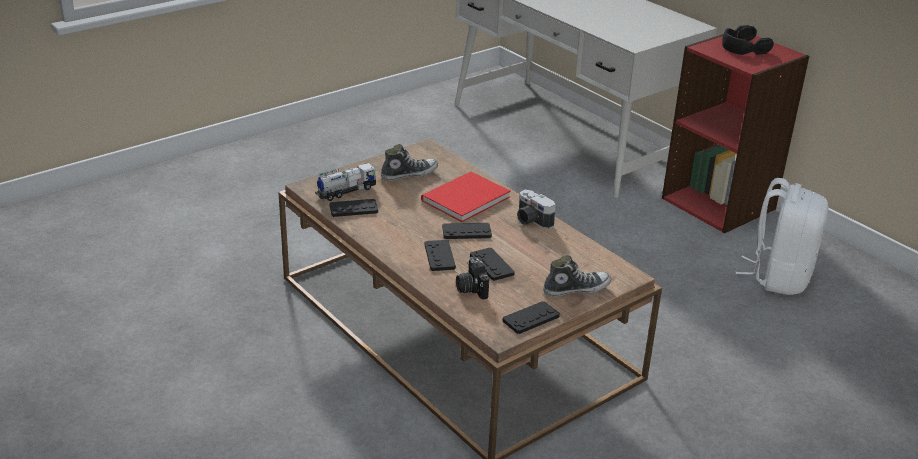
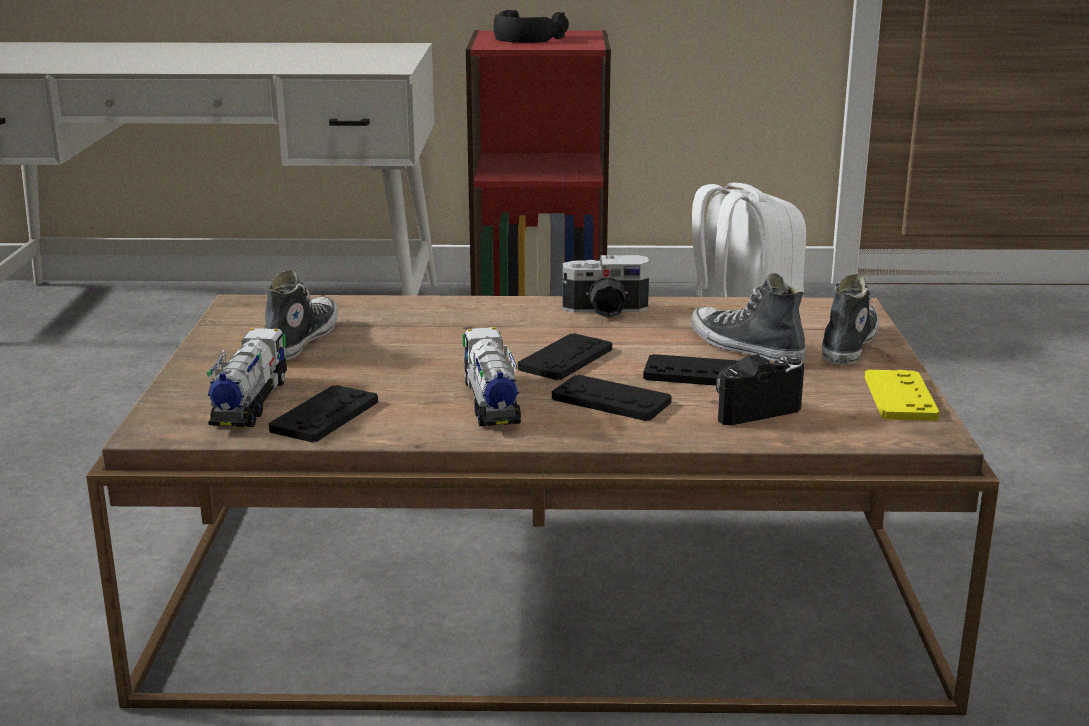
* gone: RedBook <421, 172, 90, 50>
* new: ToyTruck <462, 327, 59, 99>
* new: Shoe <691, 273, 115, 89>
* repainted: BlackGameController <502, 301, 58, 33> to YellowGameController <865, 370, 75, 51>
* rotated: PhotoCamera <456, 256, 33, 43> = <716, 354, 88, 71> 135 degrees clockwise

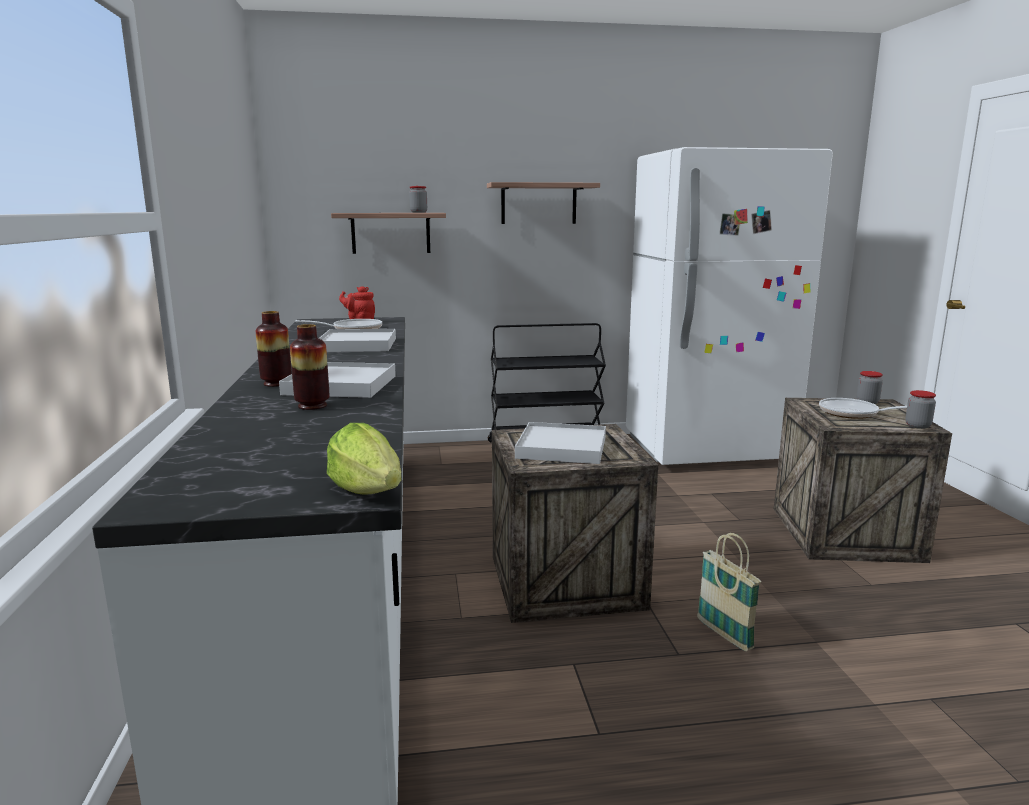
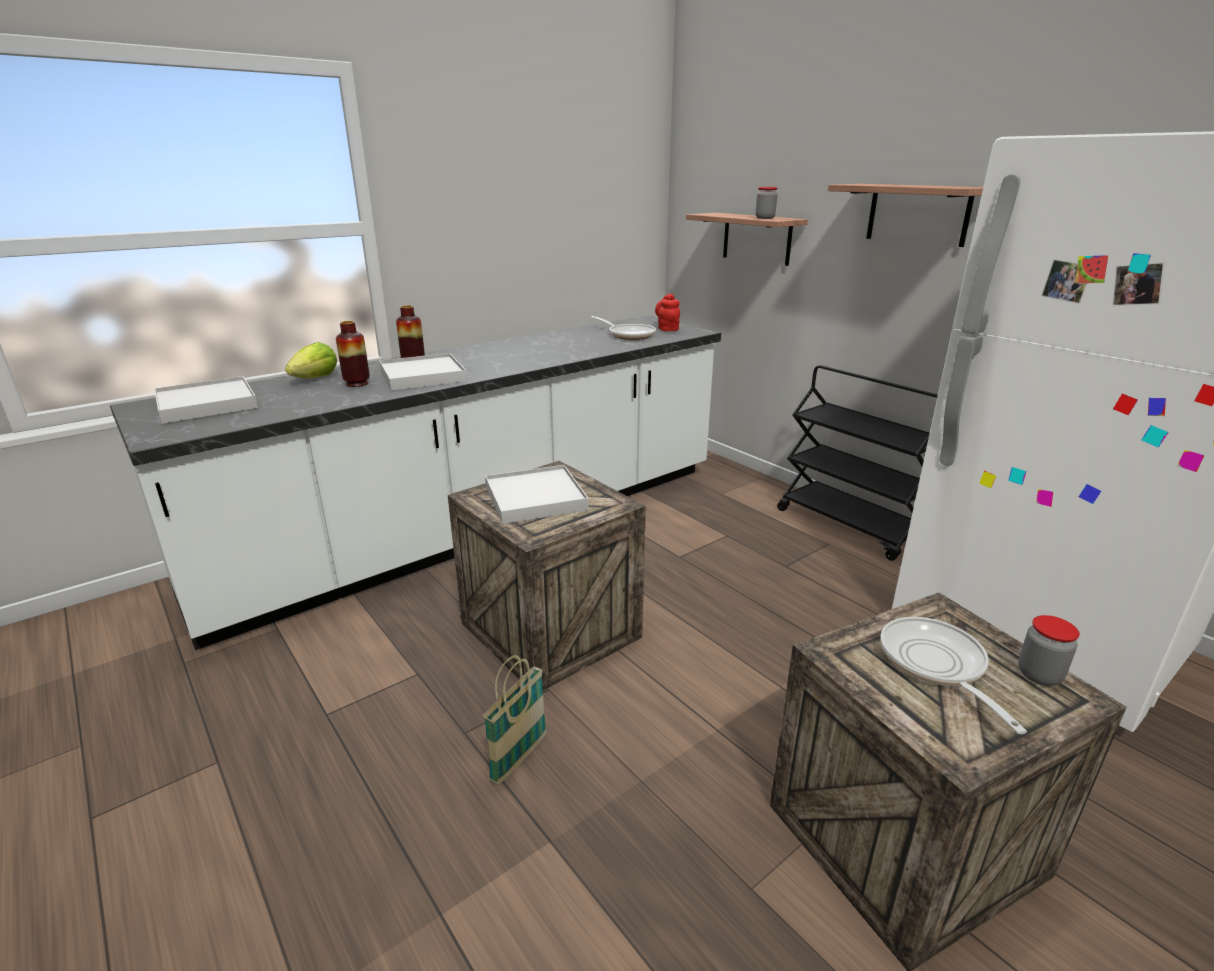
* gone: Jar <905, 390, 31, 39>
* shifted: WhiteTray <319, 329, 77, 23> to <154, 376, 104, 48>
* shifted: Lettuce <327, 423, 75, 72> to <285, 342, 52, 36>

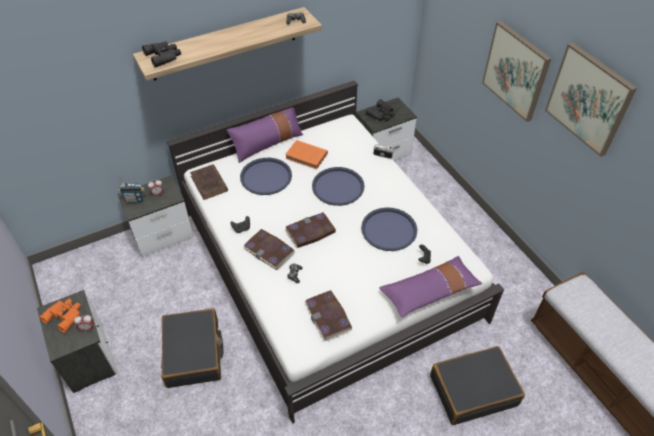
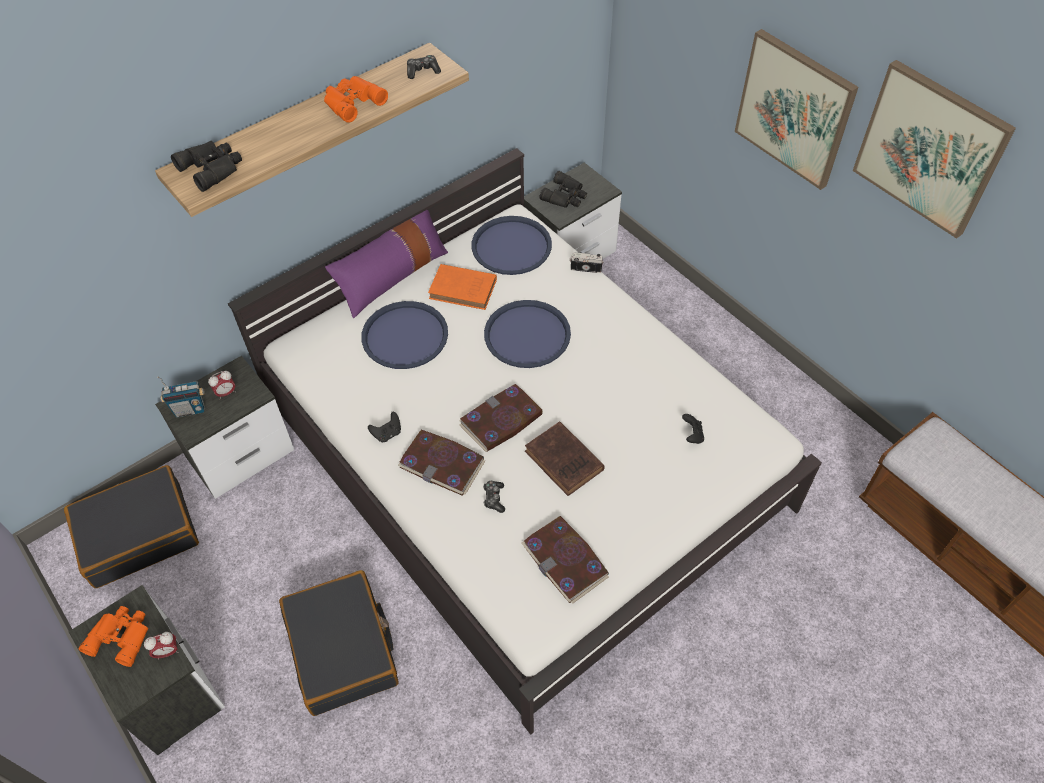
* gone: PurplePillow <379, 256, 104, 62>
* new: OrangeBinoculars <324, 76, 64, 47>
* shifted: BrownBook <190, 164, 38, 36> to <525, 422, 80, 74>
* shifted: BlueTray <361, 207, 57, 44> to <472, 216, 80, 59>
* shifted: BlackSuitcase <430, 346, 95, 79> to <64, 465, 135, 123>

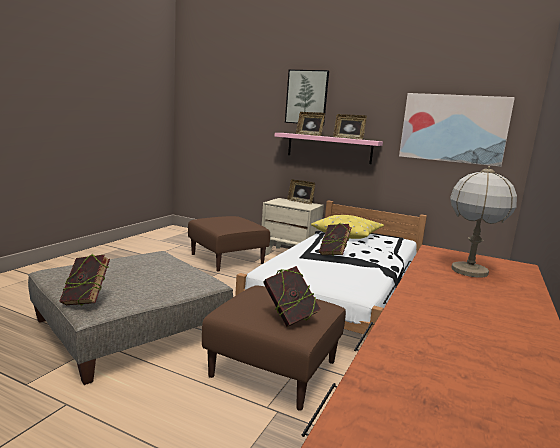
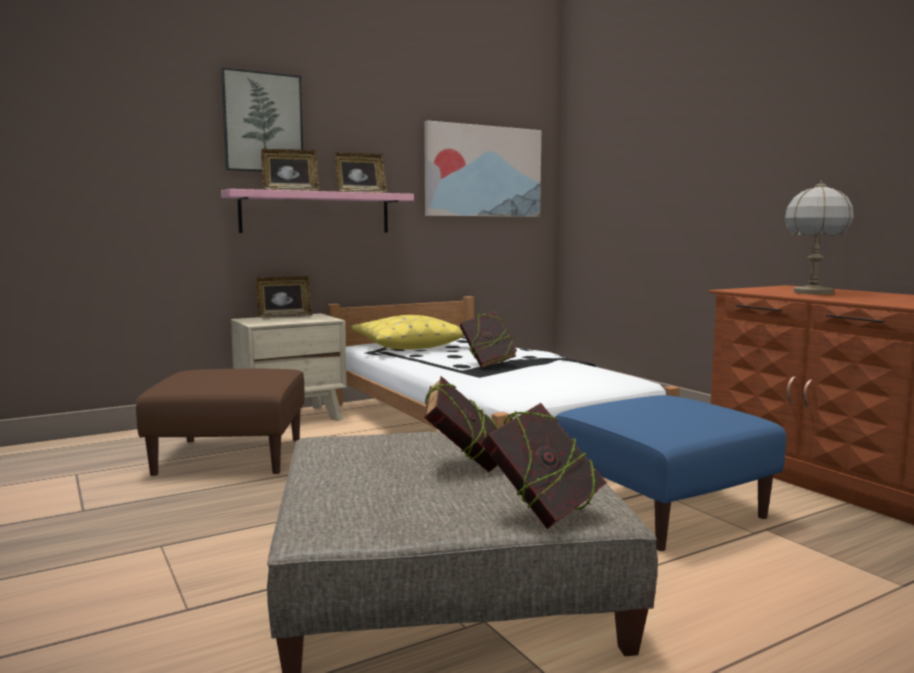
* shifted: Book <263, 266, 58, 61> to <424, 376, 75, 96>
* repainted: BrownOttoman <202, 286, 144, 125> to BlueOttoman <554, 395, 232, 156>

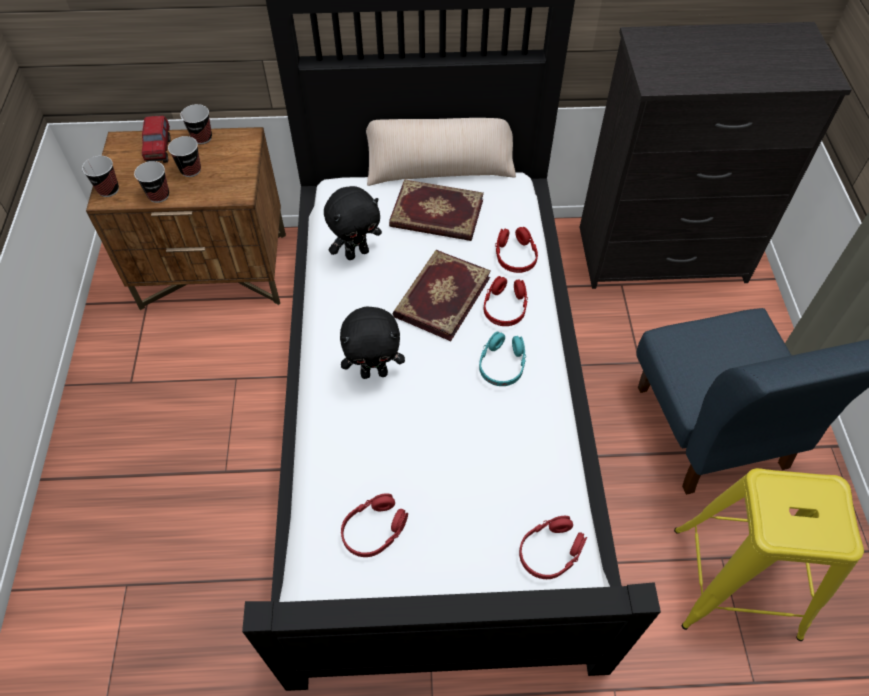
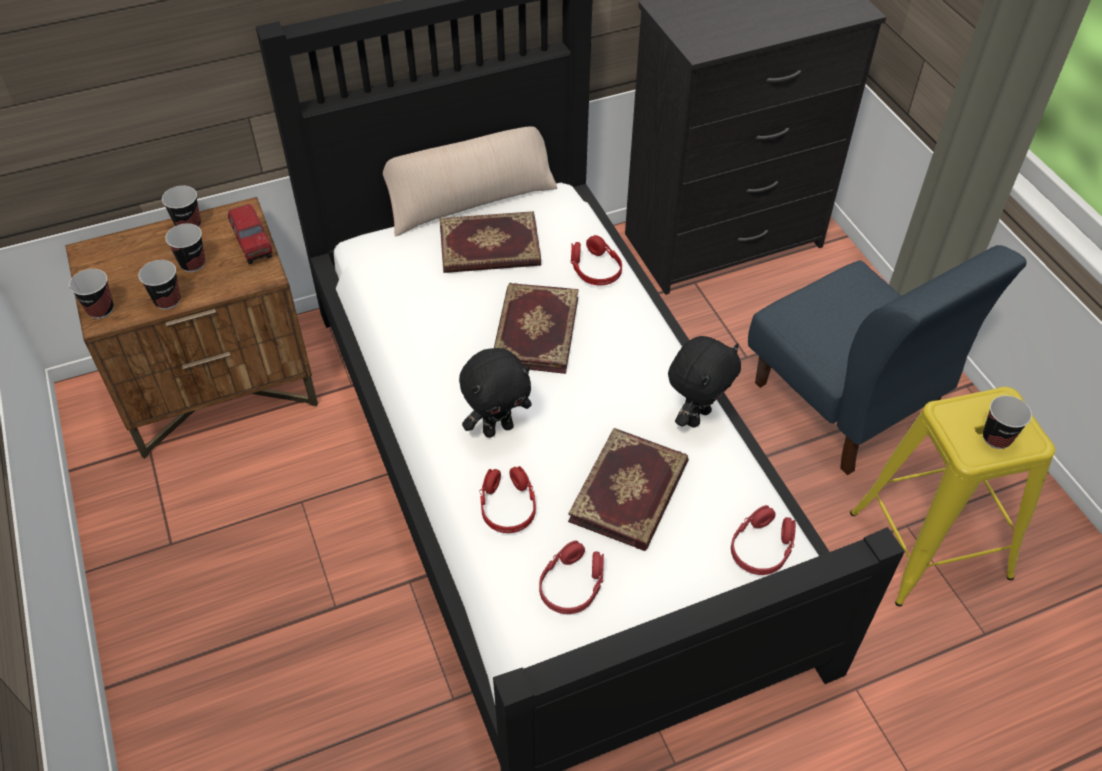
* gone: TurquoiseHeadphones <479, 331, 47, 55>
* new: Book <568, 428, 121, 123>
* new: Cup <983, 395, 49, 54>
* shifted: ToyTruck <142, 115, 29, 48> to <228, 204, 45, 60>
* shifted: BlackPlushToy <324, 186, 58, 74> to <668, 336, 73, 92>
* shifted: RedHeadphones <484, 276, 44, 50> to <479, 466, 57, 67>

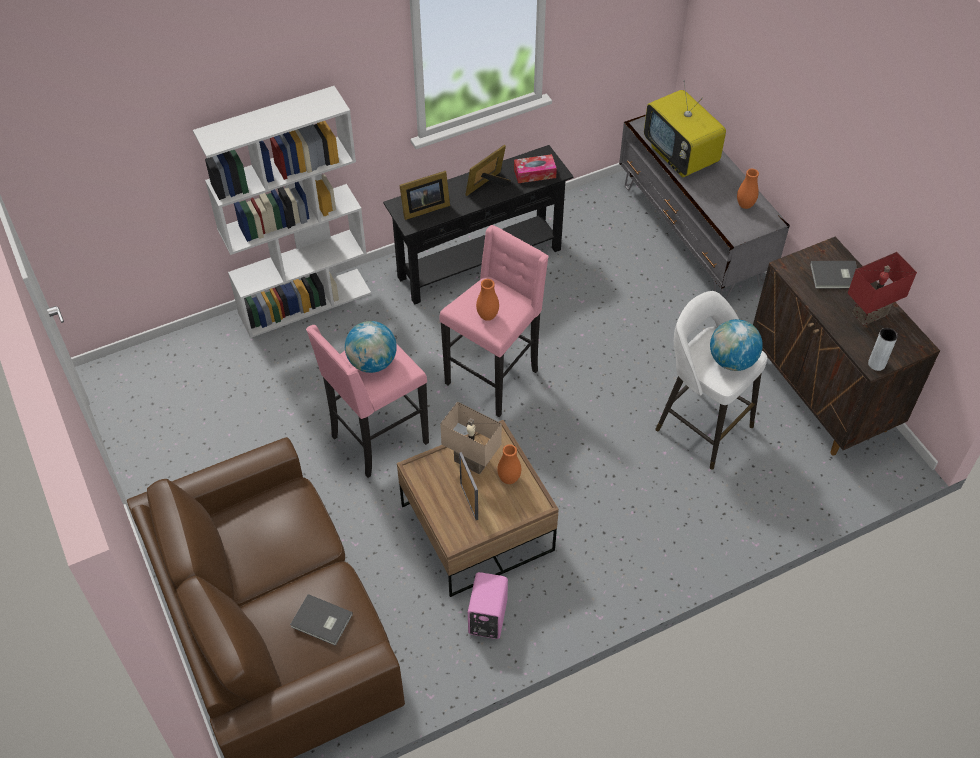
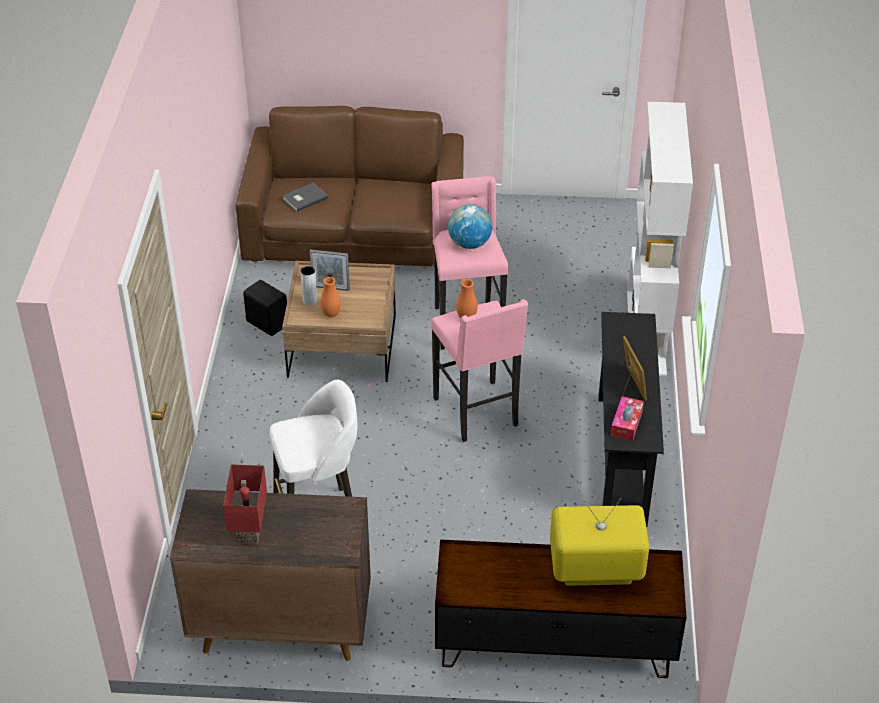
* gone: PictureFrame <399, 171, 51, 49>
* gone: BeigeTableLamp <440, 401, 62, 73>
* gone: Globe <710, 319, 53, 52>
* gone: OrangeVase <737, 169, 22, 40>
* gone: GreyBook <810, 261, 47, 28>
* shifted: GreyVase <868, 328, 30, 43> to <300, 266, 17, 40>
* repainted: PinkSpeaker <468, 572, 40, 67> to BlackSpeaker <243, 280, 44, 56>
* repainted: GreyTvStand <619, 115, 171, 185> to BrownTvStand <435, 539, 252, 139>

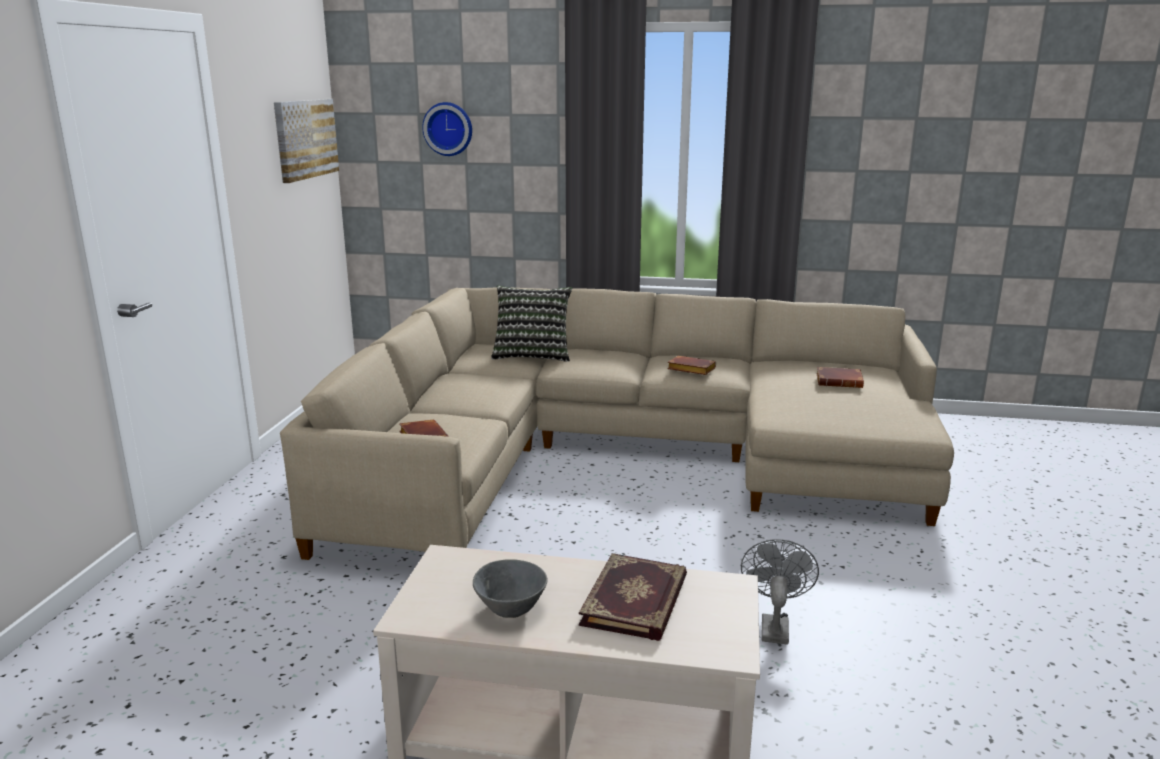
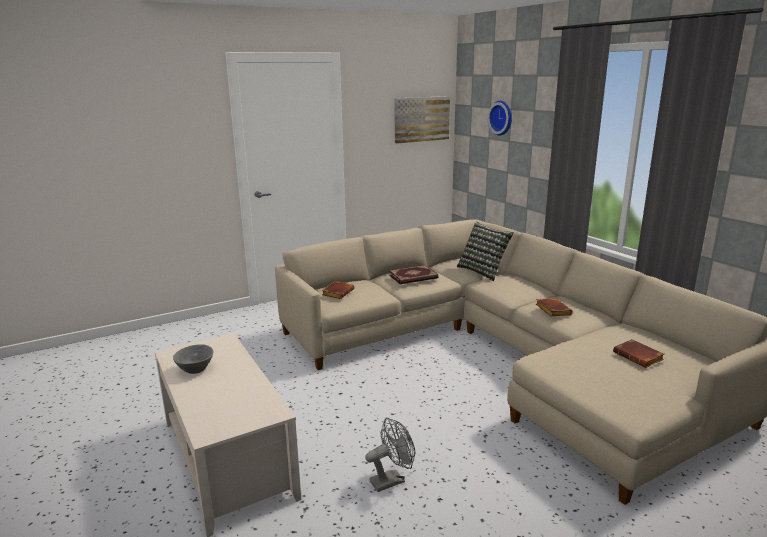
* shifted: Book <579, 553, 108, 88> to <389, 265, 50, 19>

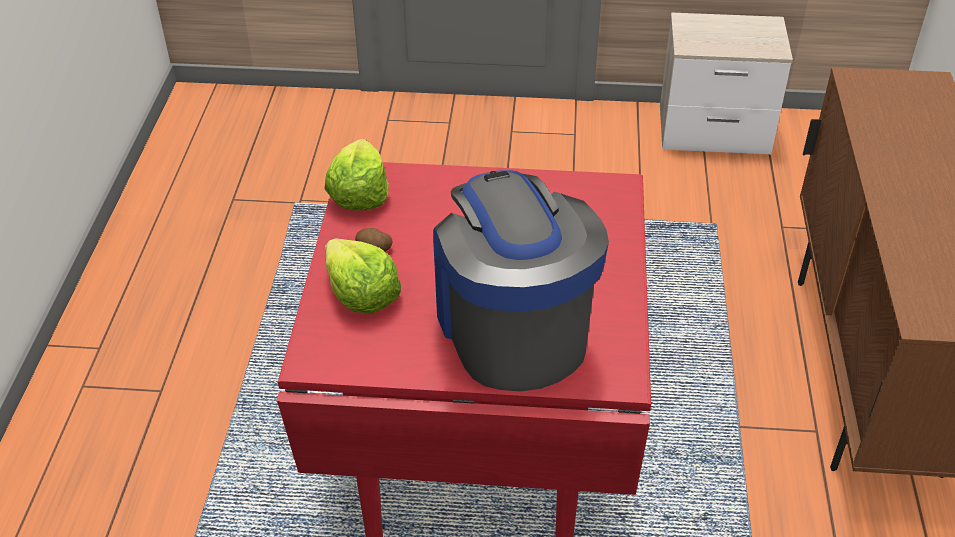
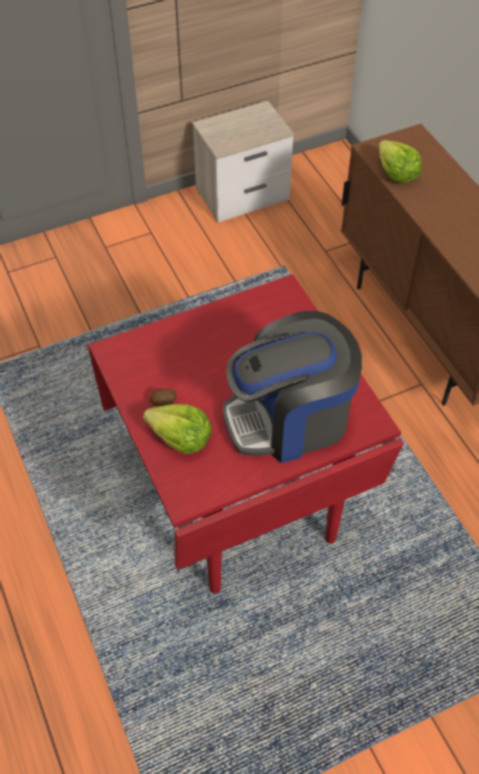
* shifted: Lettuce <325, 139, 64, 72> to <379, 140, 43, 44>
* rotated: CoffeeMachine <433, 170, 176, 221> = <223, 311, 139, 152> 60 degrees counterclockwise

